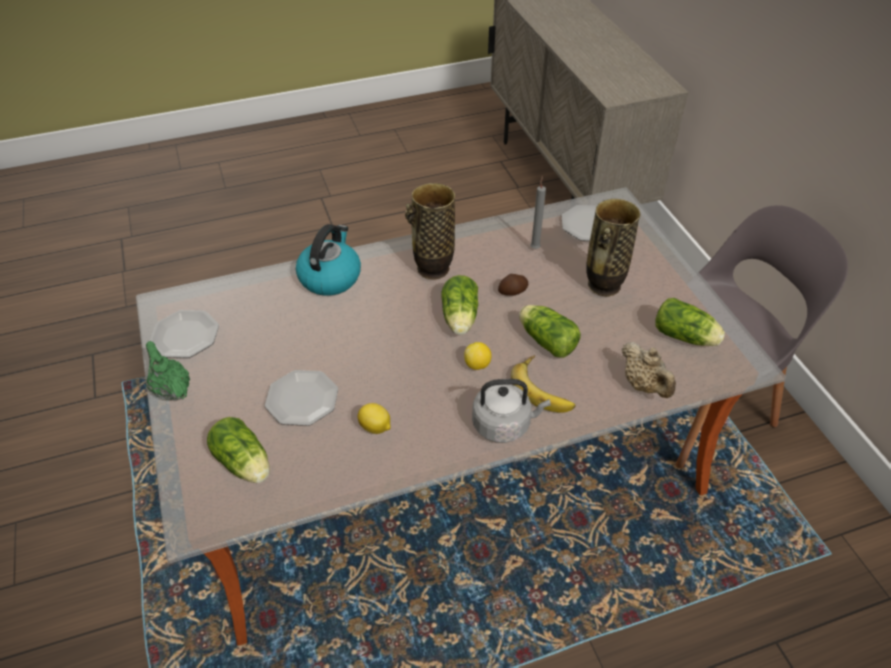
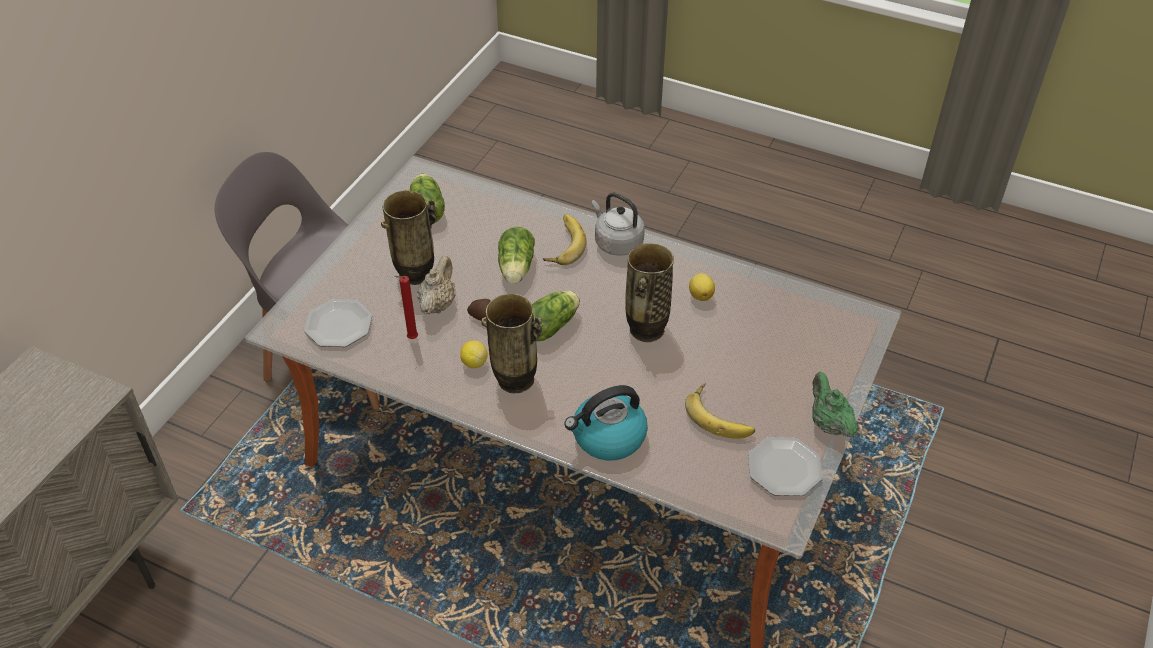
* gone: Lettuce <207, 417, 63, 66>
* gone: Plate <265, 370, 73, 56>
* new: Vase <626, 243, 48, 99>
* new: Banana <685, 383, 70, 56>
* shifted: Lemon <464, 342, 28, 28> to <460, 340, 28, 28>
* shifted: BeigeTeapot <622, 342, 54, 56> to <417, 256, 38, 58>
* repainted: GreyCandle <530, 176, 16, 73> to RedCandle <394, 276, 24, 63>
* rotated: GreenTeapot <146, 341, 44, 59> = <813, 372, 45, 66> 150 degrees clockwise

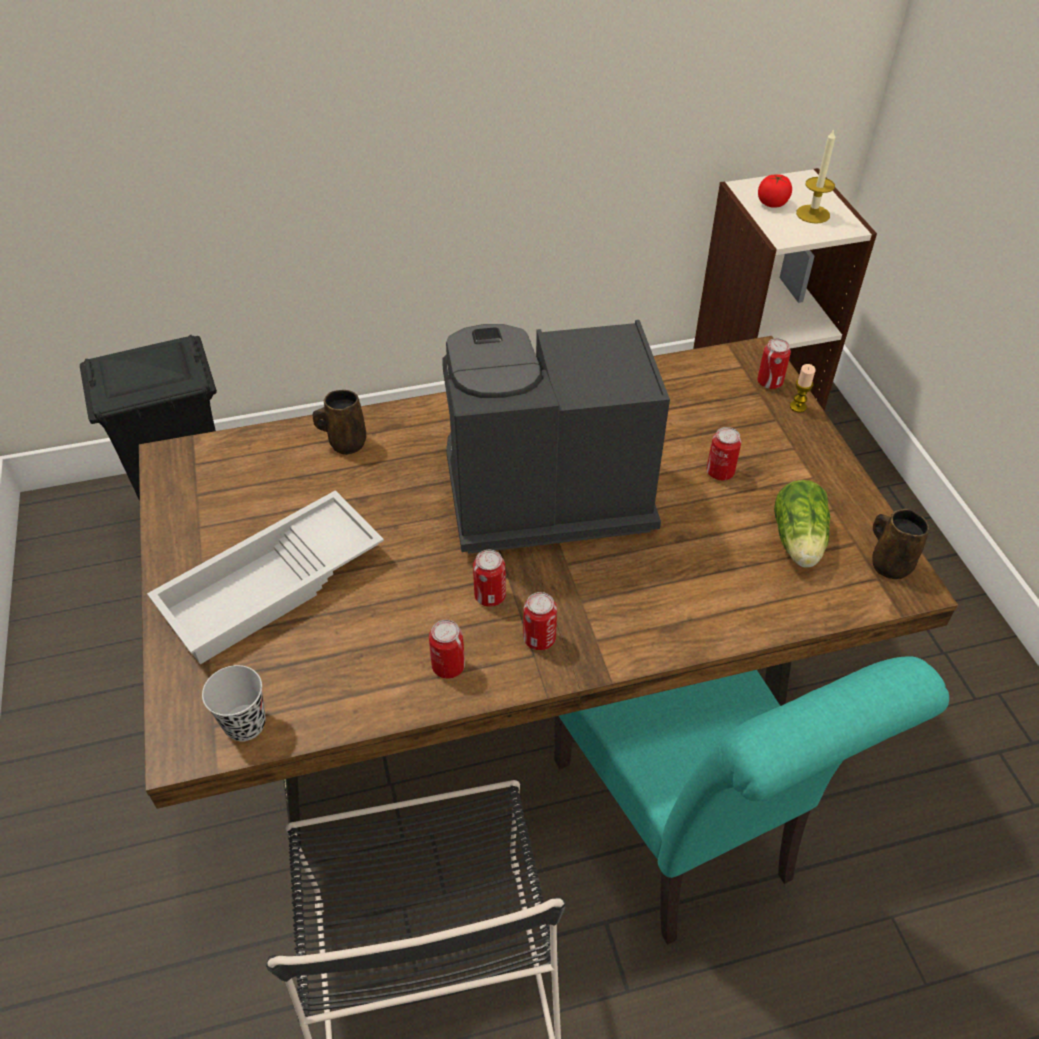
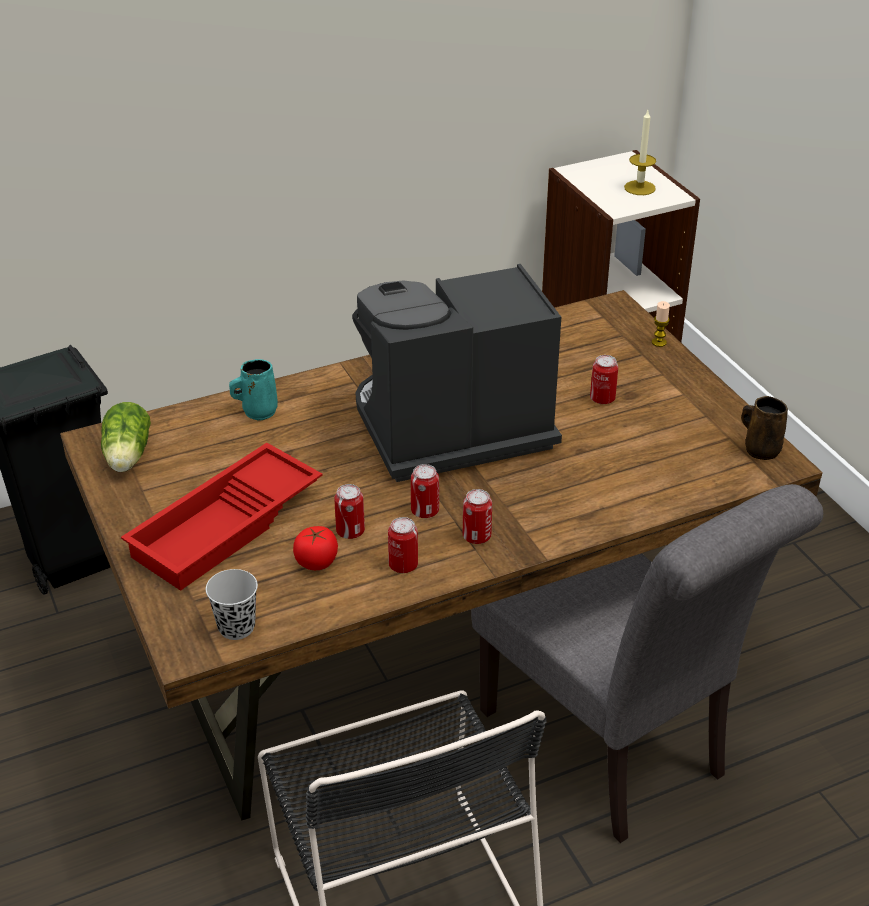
* shifted: Can <757, 338, 34, 51> to <334, 484, 31, 55>
* shifted: Tomato <758, 174, 34, 34> to <293, 526, 45, 44>
* shifted: Lettuce <774, 480, 57, 88> to <101, 402, 50, 70>
* repainted: WhiteTray <147, 490, 237, 174> to RedTray <121, 443, 201, 148>
* repainted: BrownMug <312, 390, 54, 65> to TurquoiseMug <229, 359, 49, 62>
* repainted: TurquoiseChair <554, 656, 395, 289> to GreyChair <471, 484, 352, 359>

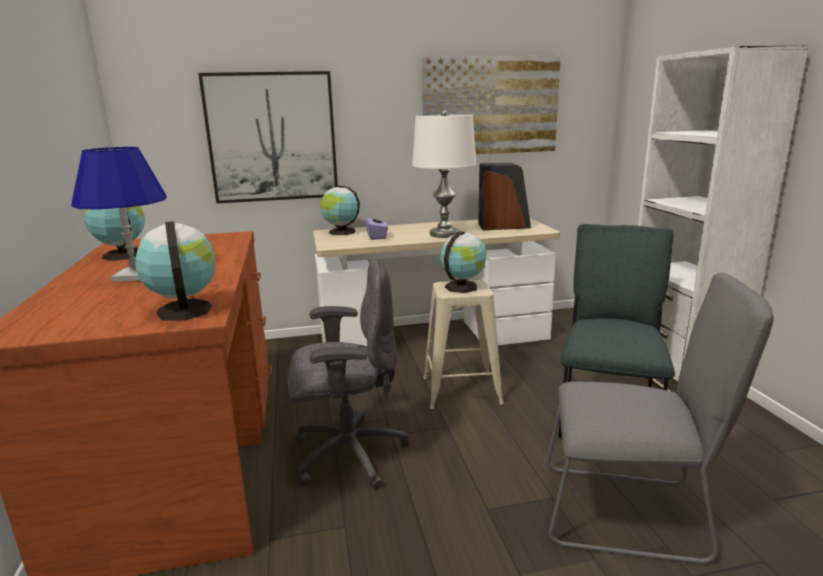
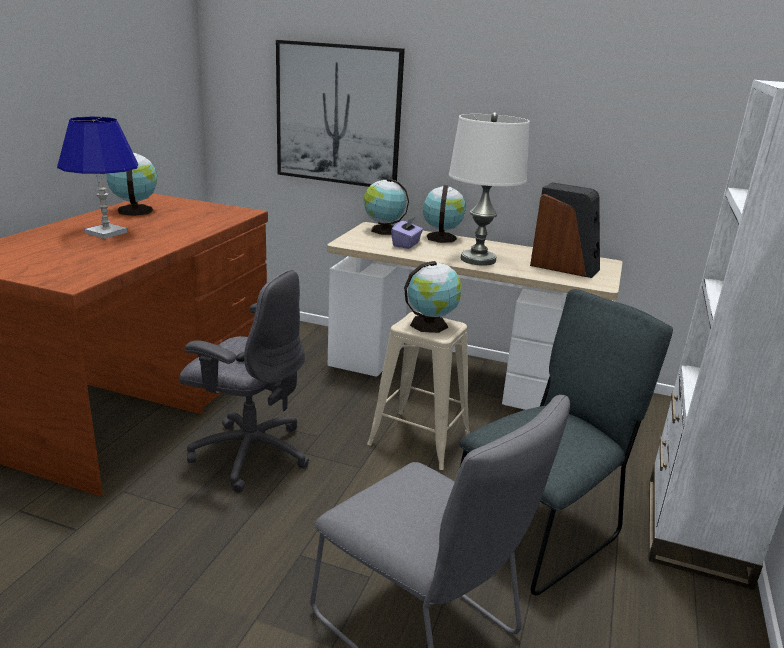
* gone: Picture <422, 56, 139, 98>
* shifted: Globe <136, 221, 79, 100> to <423, 185, 43, 58>

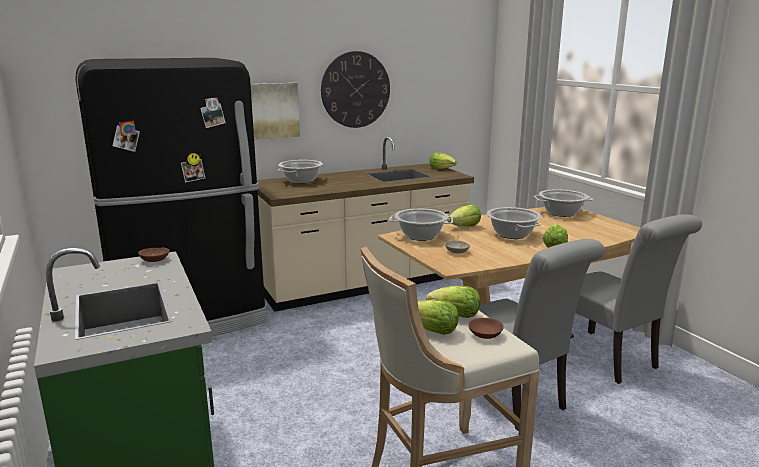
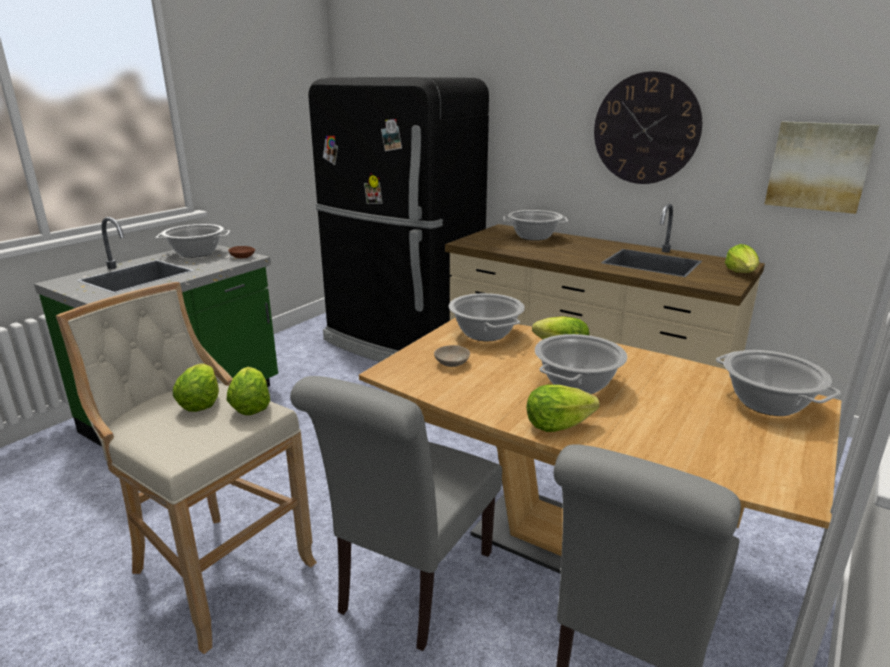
* gone: BrownBowl <469, 318, 35, 21>
* new: CookingPot <155, 224, 75, 34>
* shifted: Picture <251, 83, 49, 57> to <764, 121, 115, 93>

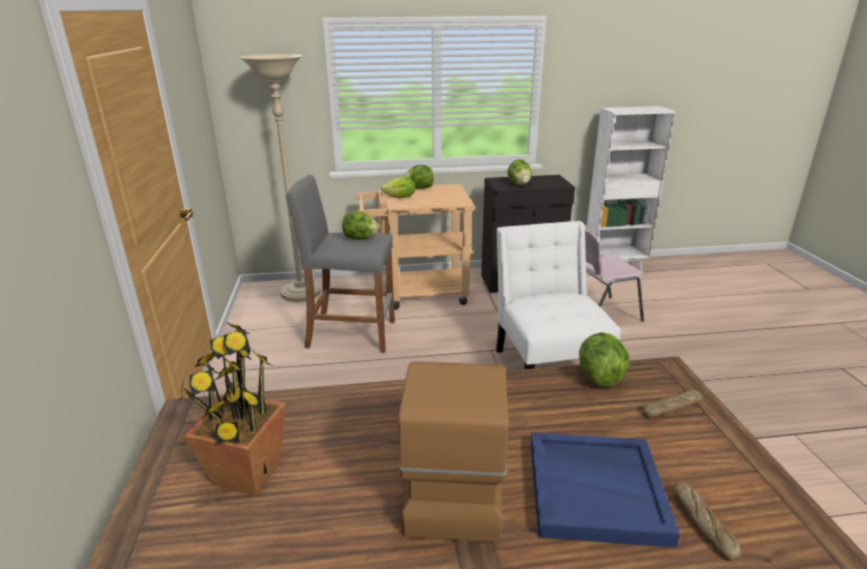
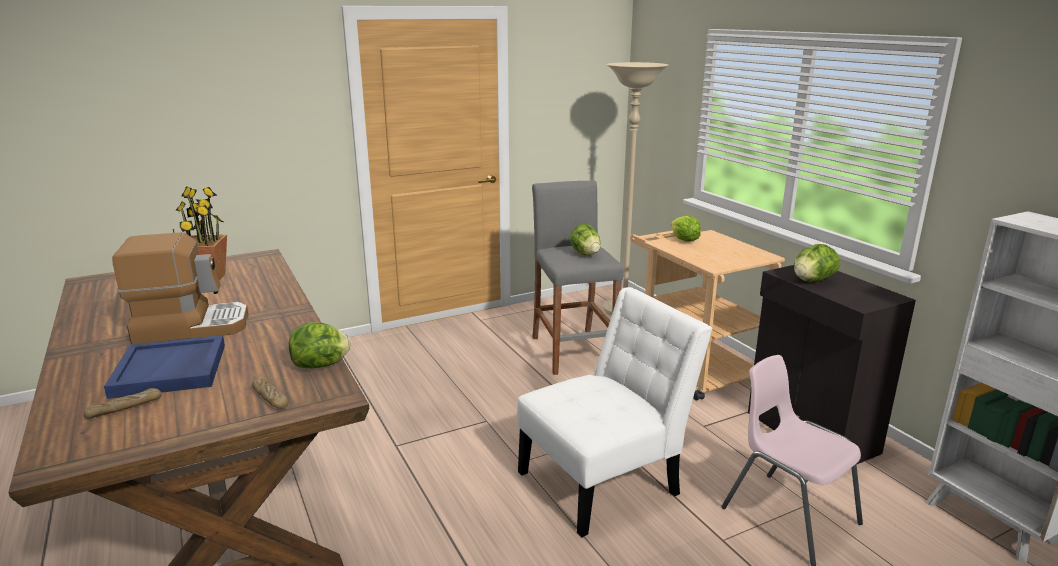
* gone: Lettuce <403, 165, 31, 24>

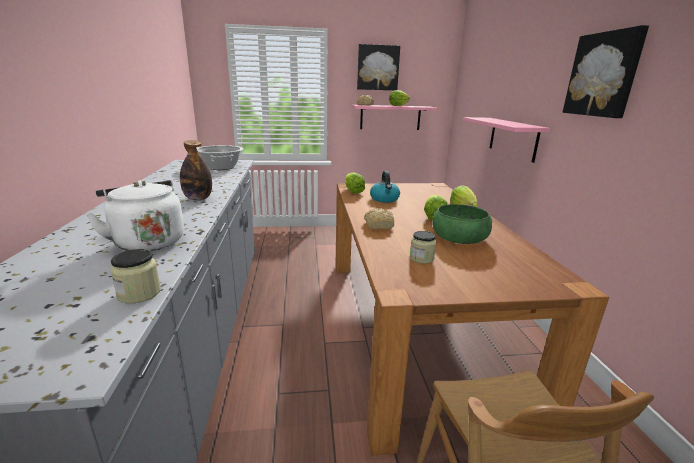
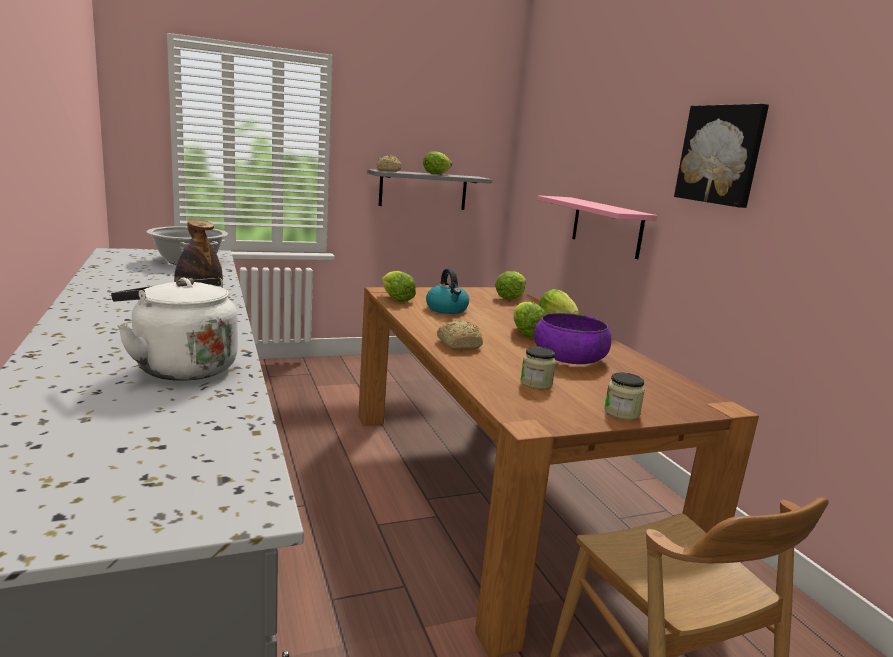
* gone: Picture <357, 44, 43, 46>
* new: Lettuce <495, 271, 31, 29>
* shifted: Jar <110, 249, 51, 55> to <604, 372, 41, 48>
* repainted: PinkShelf <352, 105, 85, 25> to GreyShelf <367, 169, 125, 41>
* repainted: GreenBowl <432, 204, 60, 40> to PurpleBowl <534, 313, 77, 51>

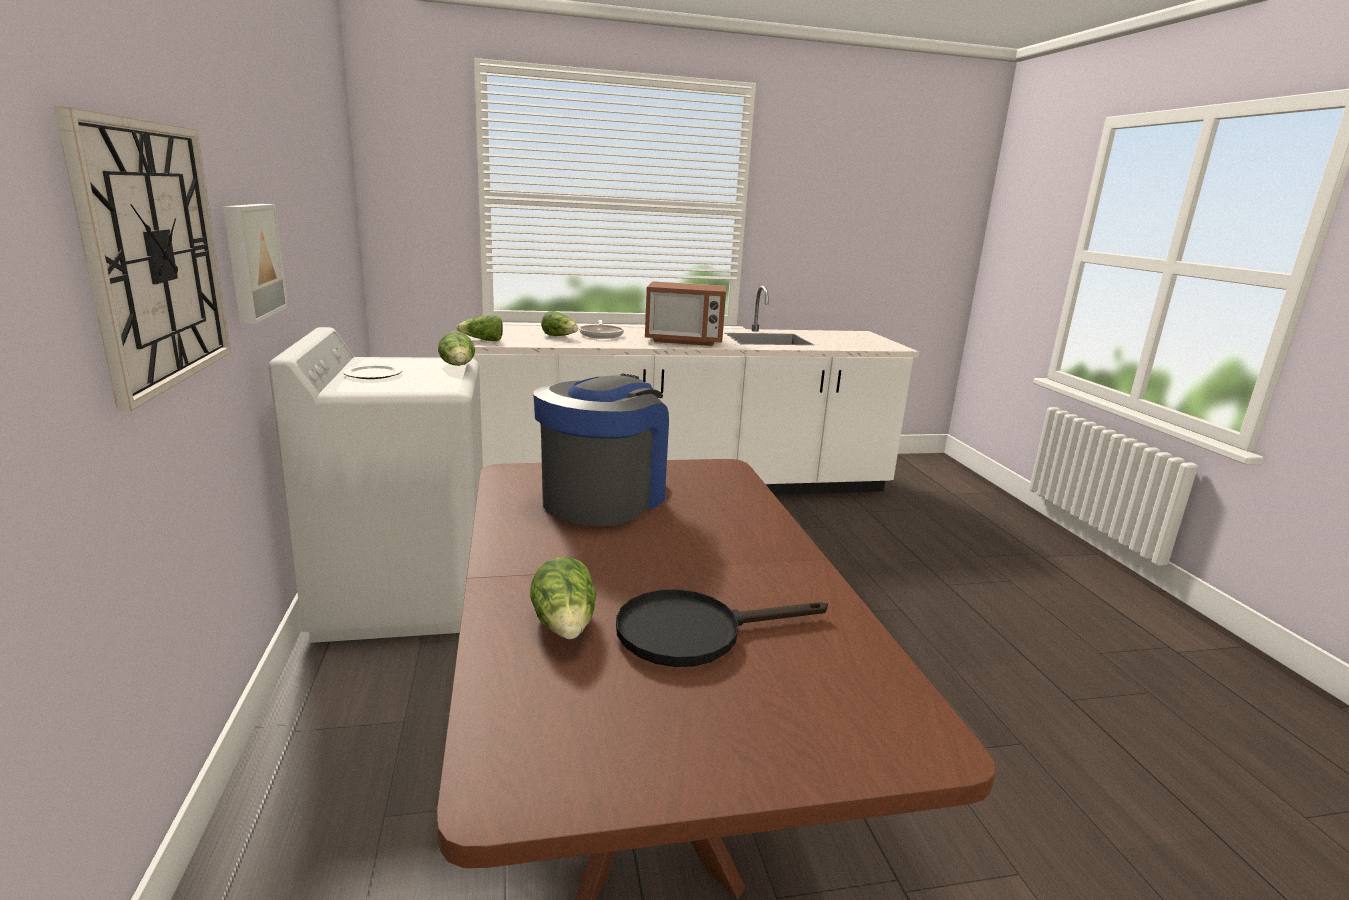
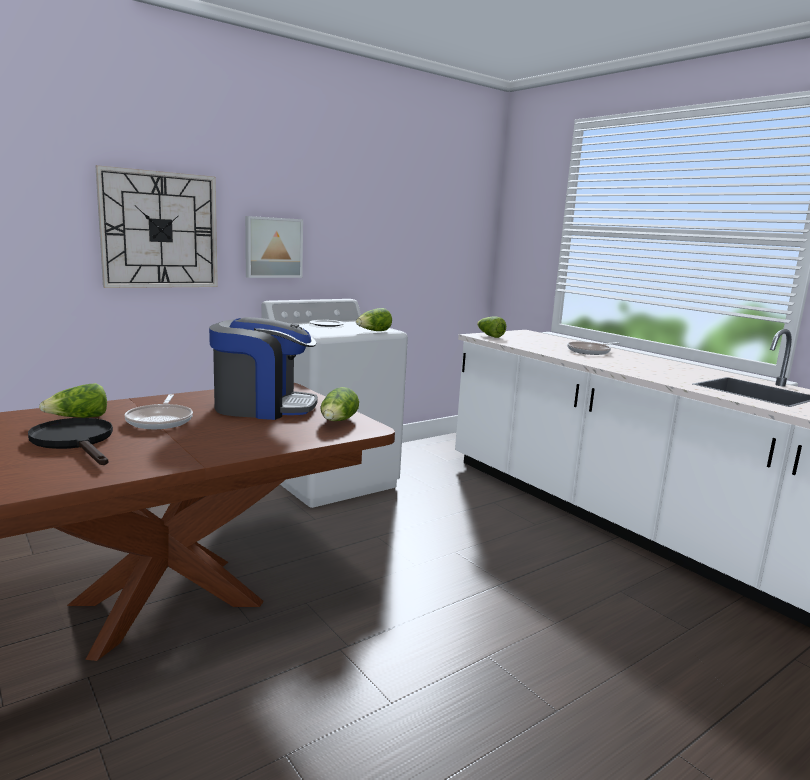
* gone: Microwave <645, 281, 81, 65>
* new: FryingPan <124, 394, 69, 35>
* shifted: Lettuce <541, 311, 37, 25> to <320, 387, 39, 34>

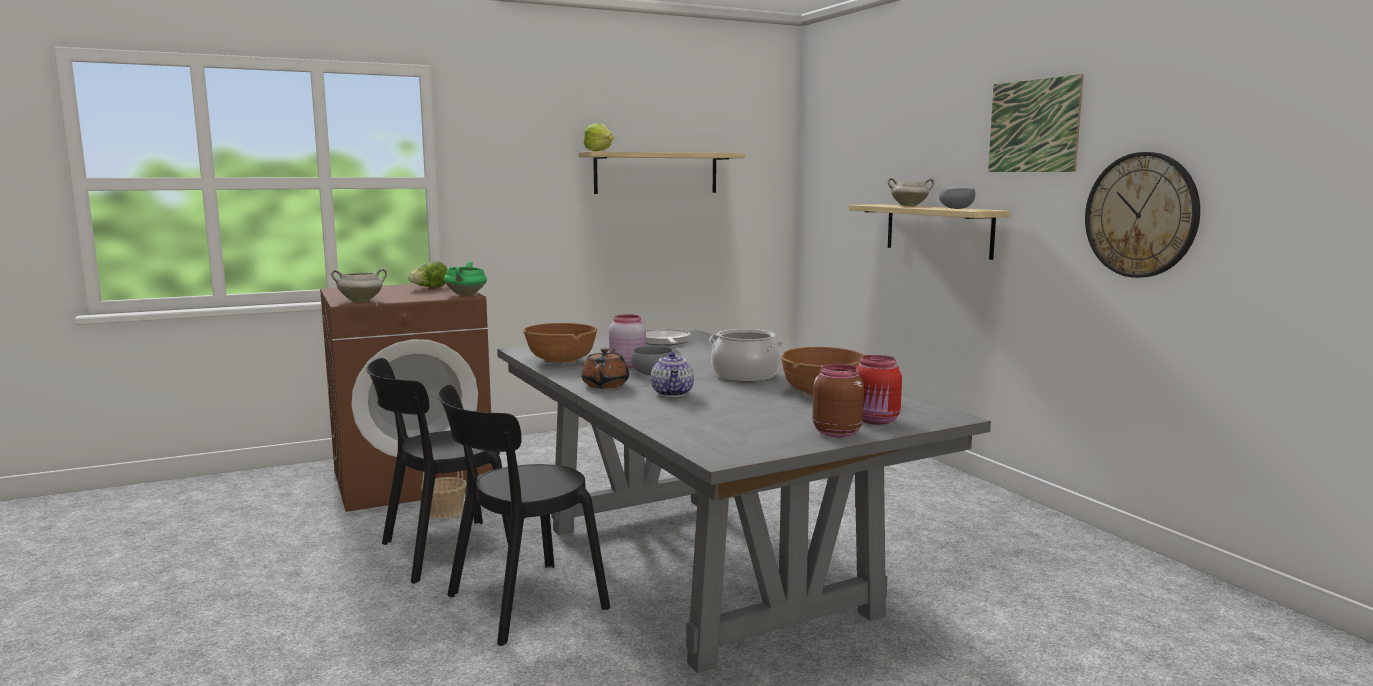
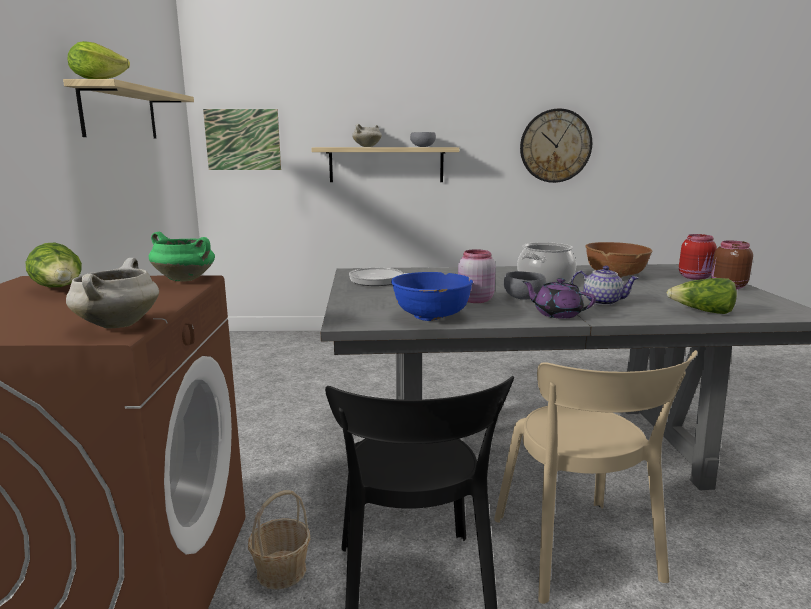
* new: Lettuce <667, 278, 70, 36>
* shifted: Picture <988, 74, 96, 98> to <203, 109, 78, 61>
* repainted: BlackChair <438, 385, 172, 261> to BeigeChair <494, 350, 204, 254>
* repainted: BrownBowl <523, 323, 74, 40> to BlueBowl <391, 272, 82, 49>
* repainted: BrownTeapot <581, 348, 48, 41> to PurpleTeapot <522, 278, 74, 41>

